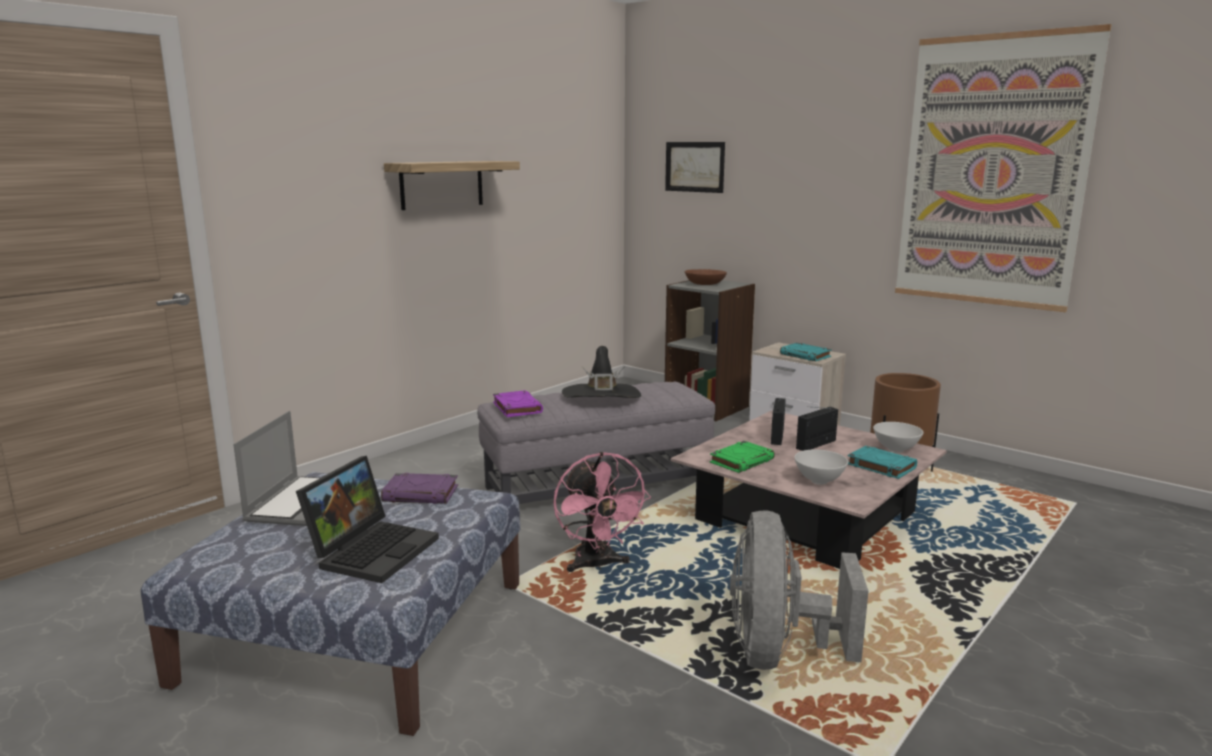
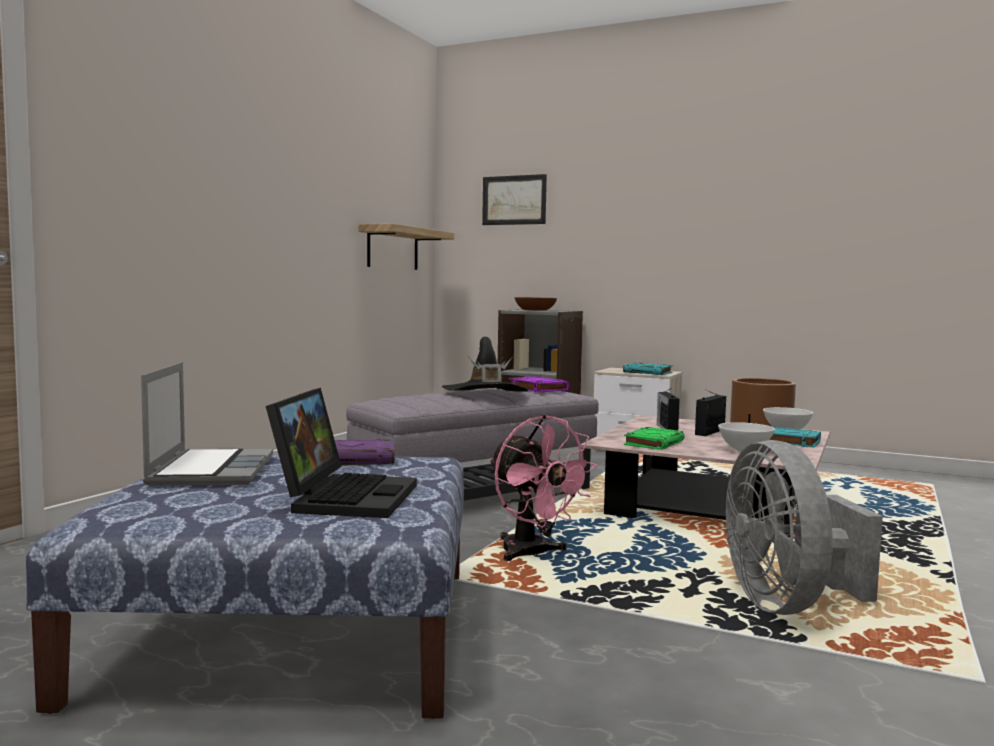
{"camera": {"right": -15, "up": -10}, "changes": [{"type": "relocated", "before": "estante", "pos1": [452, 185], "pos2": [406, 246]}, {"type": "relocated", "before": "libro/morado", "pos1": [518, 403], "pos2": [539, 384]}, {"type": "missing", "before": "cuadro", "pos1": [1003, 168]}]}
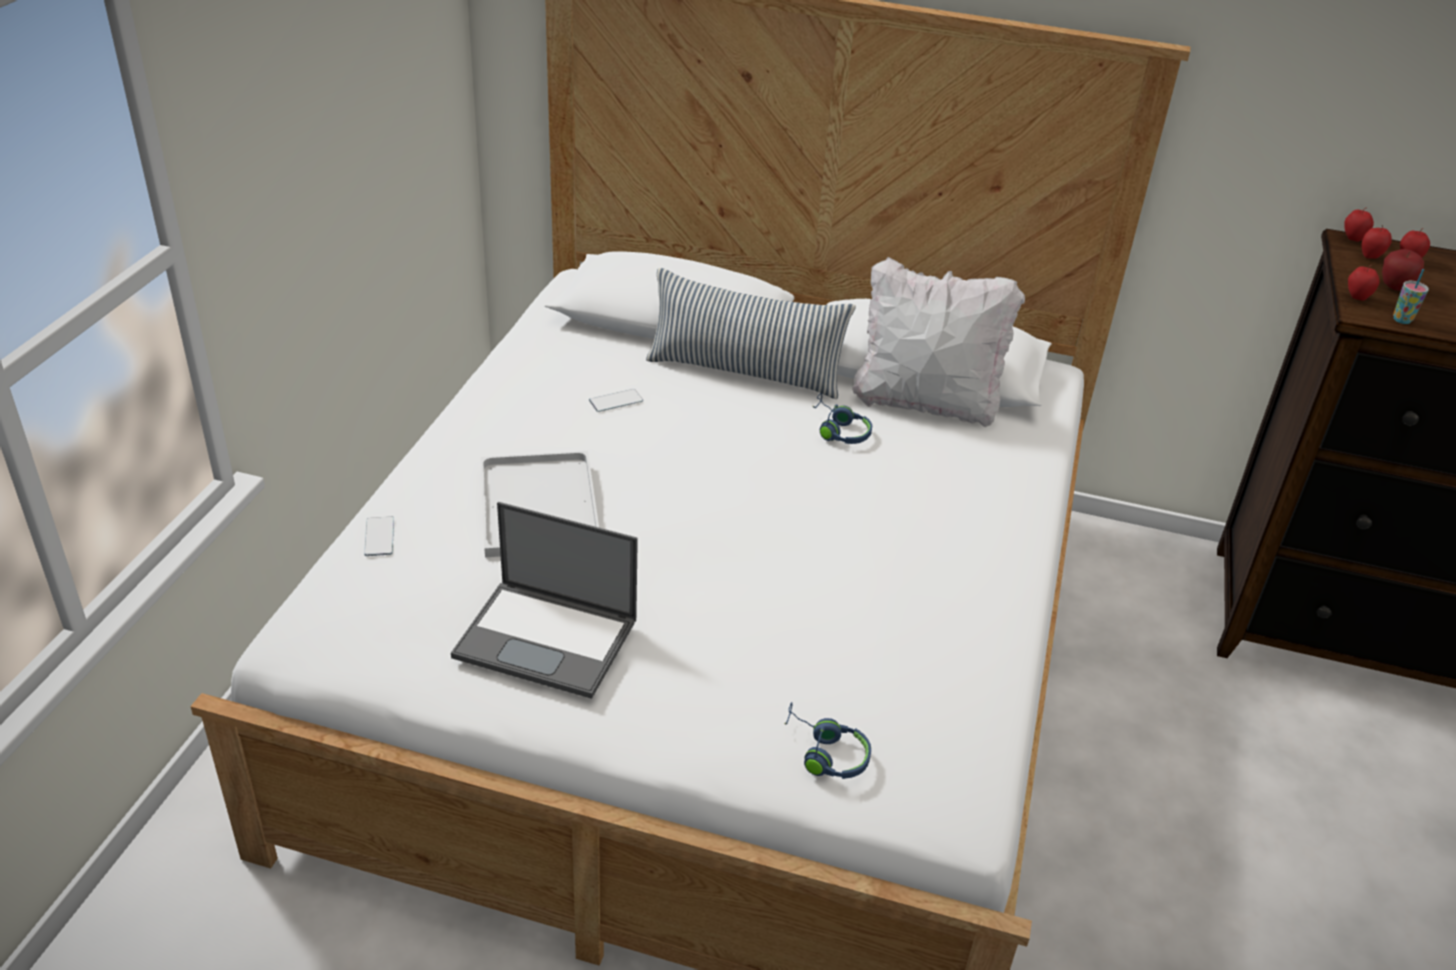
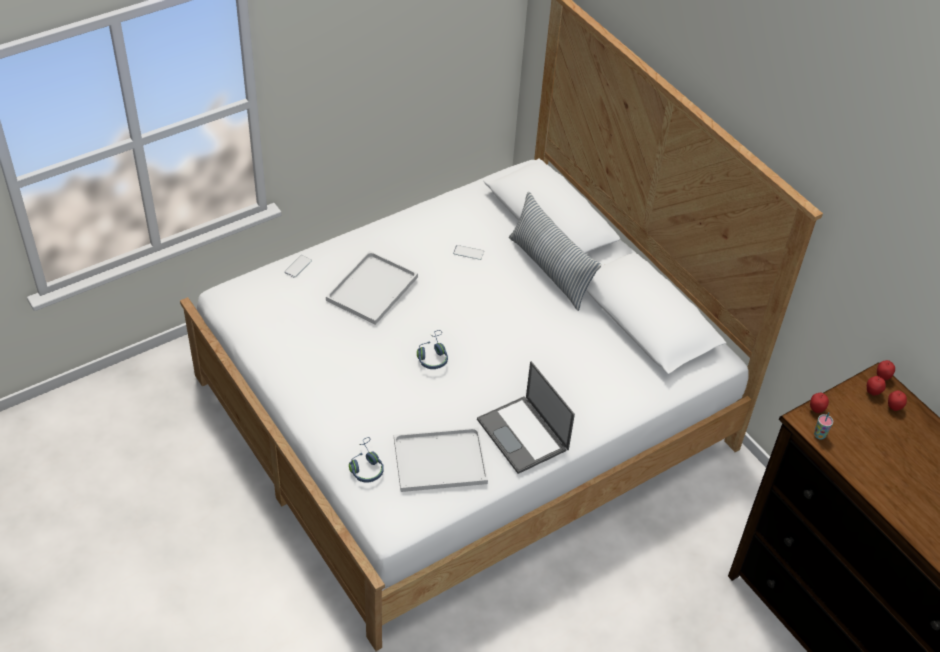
{"camera": {"right": 40, "up": 10}, "changes": [{"type": "relocated", "before": "portátil", "pos1": [544, 600], "pos2": [526, 417]}, {"type": "relocated", "before": "auriculares/azul", "pos1": [842, 418], "pos2": [432, 349]}, {"type": "missing", "before": "cojín/blanco", "pos1": [938, 342]}, {"type": "missing", "before": "manzana", "pos1": [1403, 270]}, {"type": "appeared", "after": "bandeja/blanco", "pos2": [441, 460]}]}
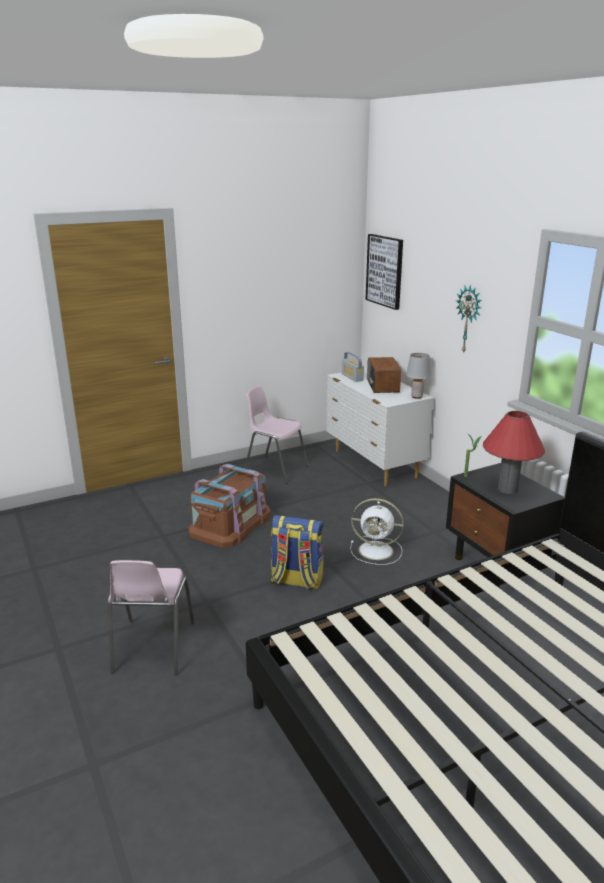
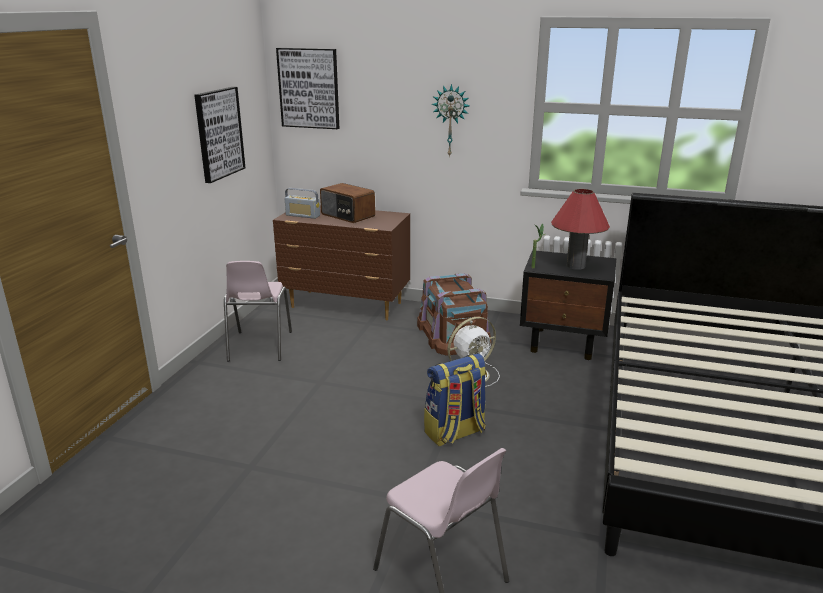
{"camera": {"right": -45, "up": 0}, "changes": [{"type": "relocated", "before": "caja de almacenaje/marrón", "pos1": [229, 506], "pos2": [454, 314]}, {"type": "spun", "before": "silla/rosa", "pos1": [276, 435], "pos2": [258, 311], "turn": -75}, {"type": "colour", "before": "cómoda/blanco", "after": "cómoda/marrón", "pos1": [380, 427], "pos2": [341, 263]}, {"type": "missing", "before": "lámpara de mesa/gris", "pos1": [418, 376]}, {"type": "appeared", "after": "cuadro", "pos2": [220, 135]}]}
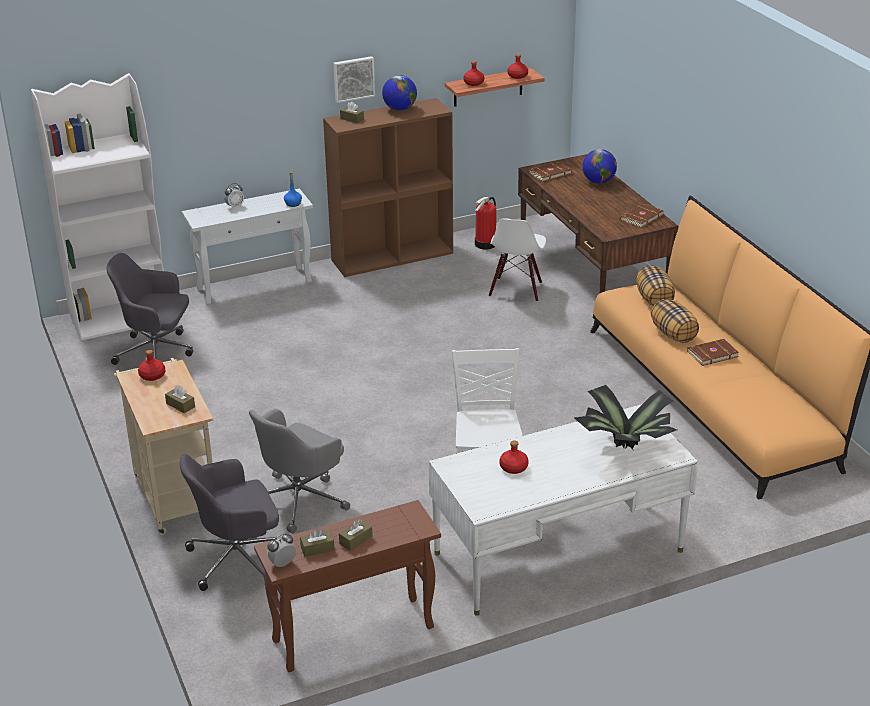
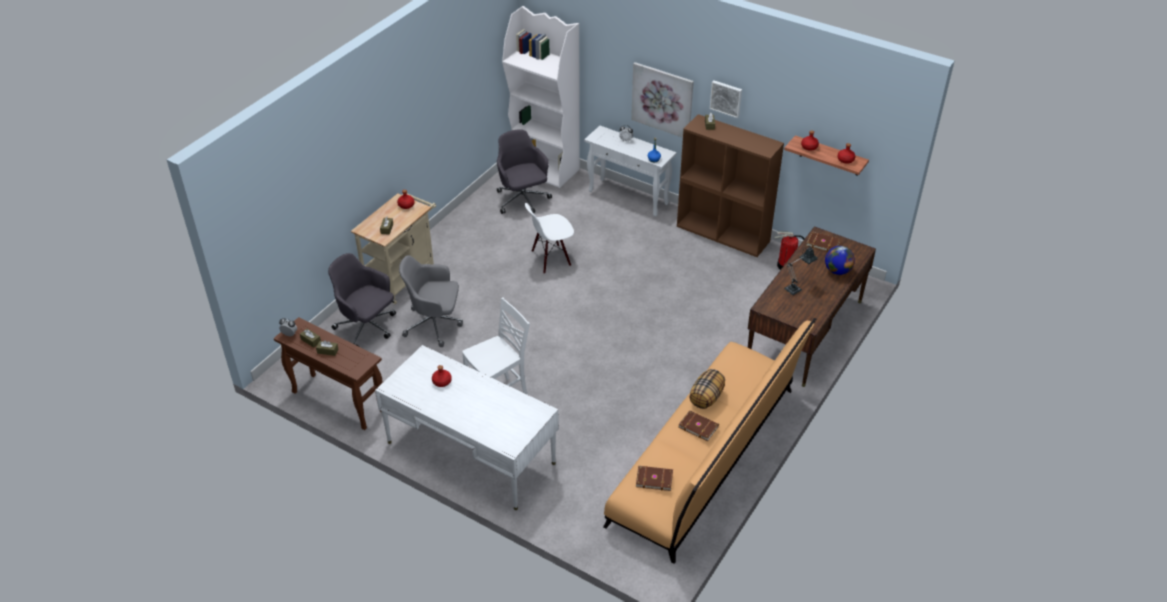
{"camera": {"right": 55, "up": 10}, "changes": [{"type": "missing", "before": "globo terráqueo", "pos1": [399, 93]}, {"type": "relocated", "before": "silla/blanco", "pos1": [517, 260], "pos2": [549, 238]}, {"type": "missing", "before": "planta en maceta", "pos1": [625, 417]}, {"type": "relocated", "before": "libro/marrón", "pos1": [642, 215], "pos2": [654, 478]}, {"type": "missing", "before": "cojín", "pos1": [655, 285]}, {"type": "appeared", "after": "cuadro", "pos2": [662, 100]}, {"type": "appeared", "after": "lámpara de mesa", "pos2": [801, 270]}]}
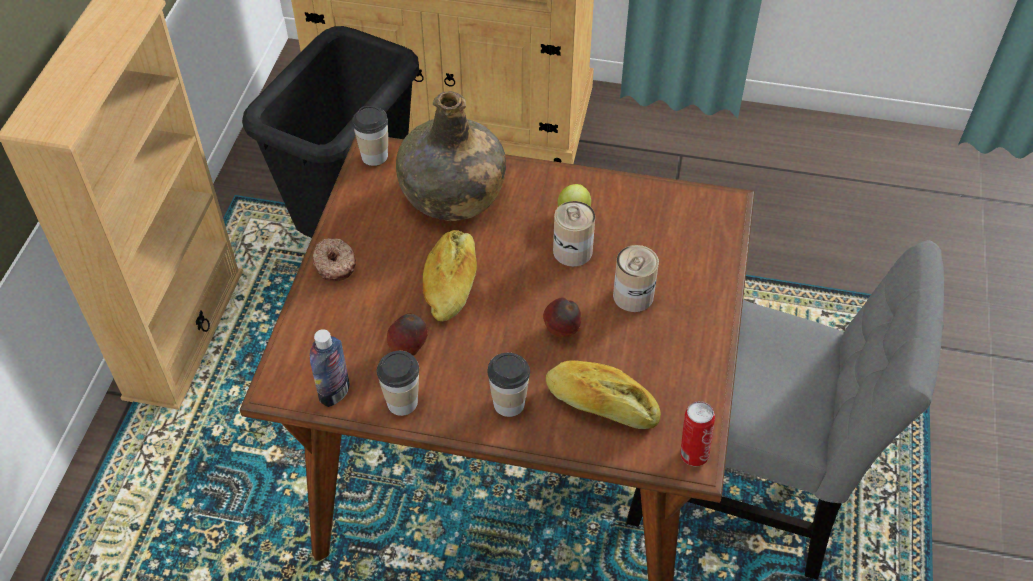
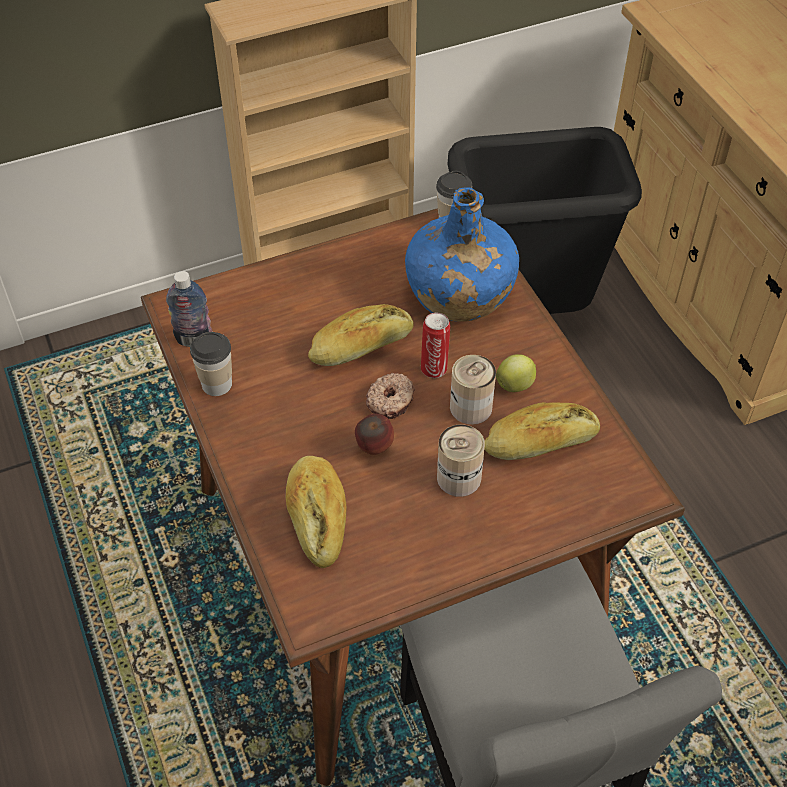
{"camera": {"right": 55, "up": 0}, "changes": [{"type": "relocated", "before": "rosquilla", "pos1": [334, 259], "pos2": [390, 396]}, {"type": "missing", "before": "manzana", "pos1": [407, 335]}, {"type": "colour", "before": "botella/verde", "after": "botella/azul", "pos1": [451, 156], "pos2": [462, 254]}, {"type": "missing", "before": "taza", "pos1": [508, 385]}, {"type": "relocated", "before": "lata", "pos1": [697, 433], "pos2": [435, 345]}, {"type": "appeared", "after": "pan", "pos2": [542, 431]}]}
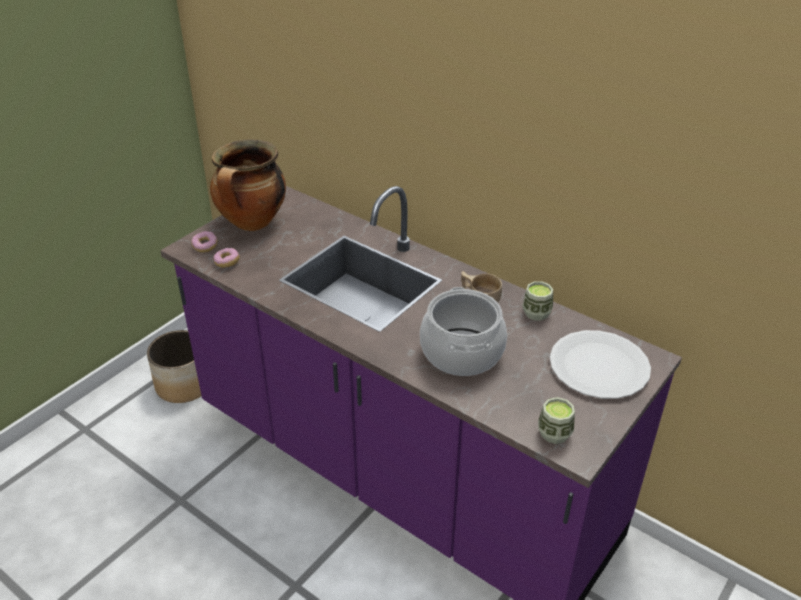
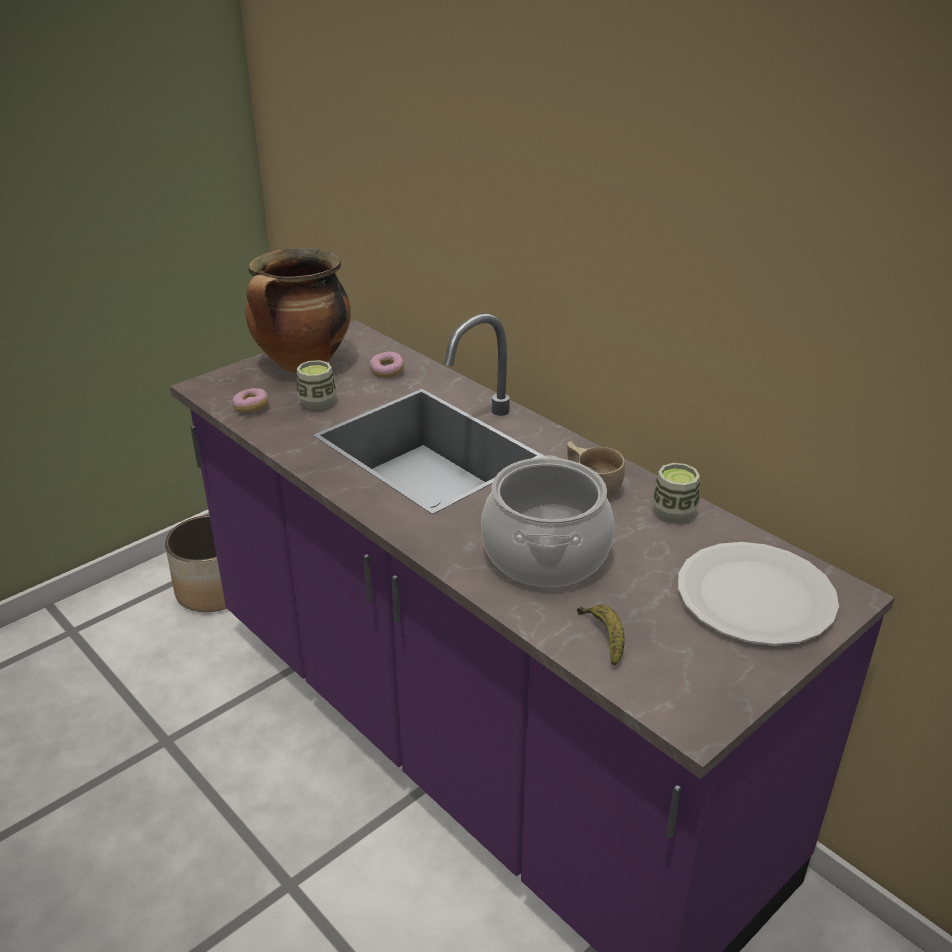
{"camera": {"right": 10, "up": -5}, "changes": [{"type": "relocated", "before": "rosquilla", "pos1": [204, 241], "pos2": [386, 365]}, {"type": "relocated", "before": "taza", "pos1": [556, 420], "pos2": [316, 385]}, {"type": "appeared", "after": "plátano", "pos2": [601, 635]}]}
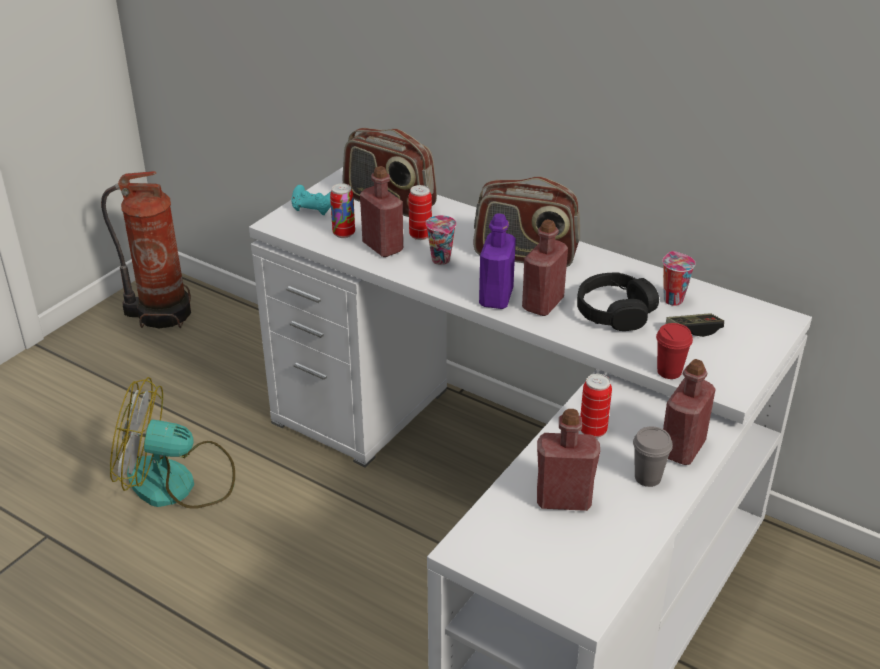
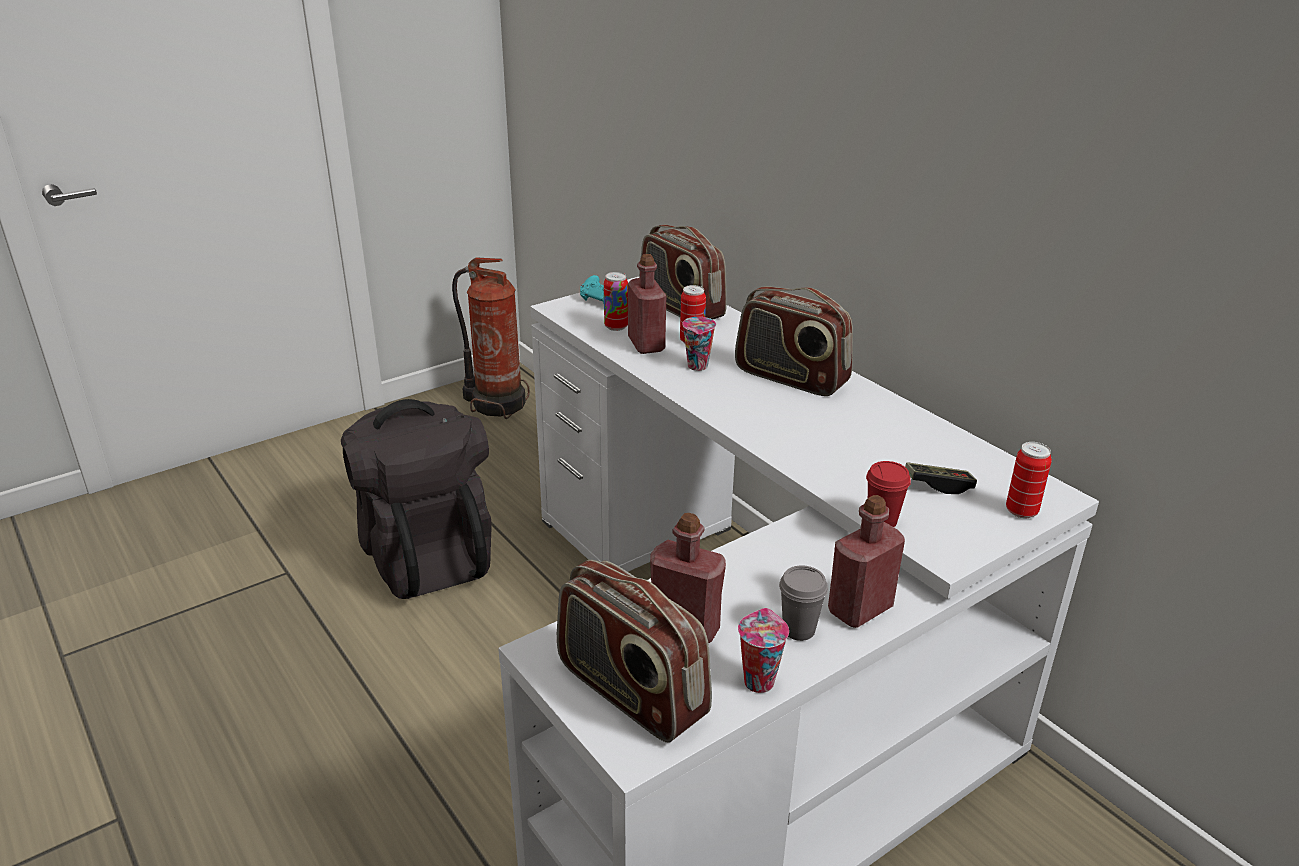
{"camera": {"right": 20, "up": -5}, "changes": [{"type": "exchanged", "before": "ventilador", "after": "mochila/negro", "pos1": [172, 443], "pos2": [416, 499]}, {"type": "missing", "before": "botella/morado", "pos1": [497, 261]}, {"type": "missing", "before": "botella/rojo", "pos1": [545, 267]}, {"type": "missing", "before": "auriculares/negro", "pos1": [618, 301]}, {"type": "relocated", "before": "lata", "pos1": [596, 406], "pos2": [1029, 480]}, {"type": "relocated", "before": "taza", "pos1": [679, 278], "pos2": [763, 650]}, {"type": "appeared", "after": "radio", "pos2": [634, 651]}]}
